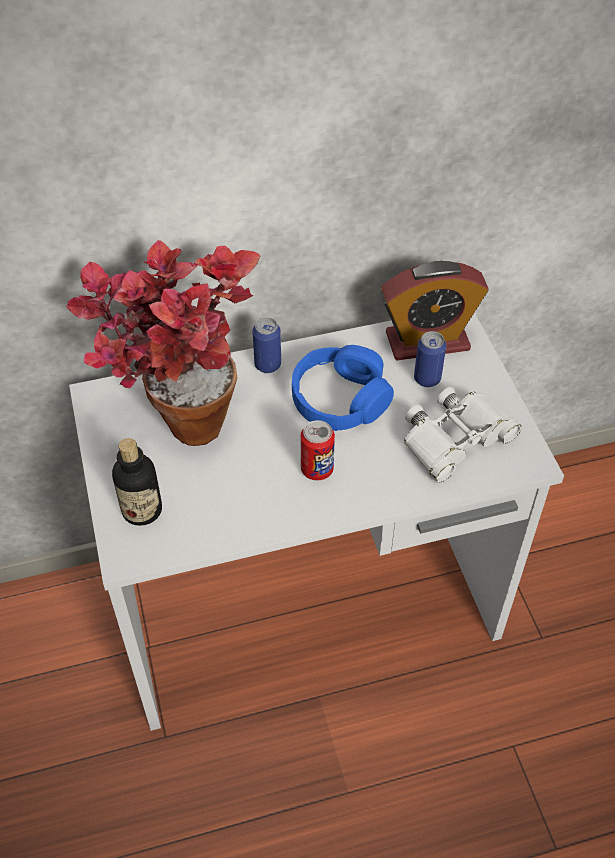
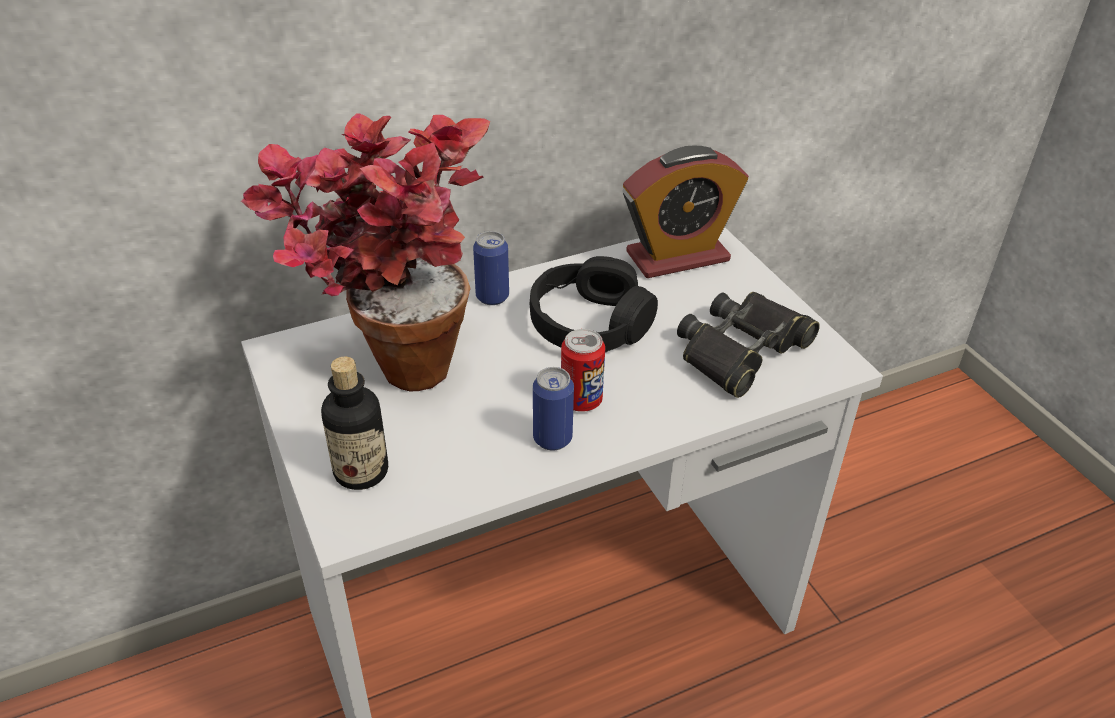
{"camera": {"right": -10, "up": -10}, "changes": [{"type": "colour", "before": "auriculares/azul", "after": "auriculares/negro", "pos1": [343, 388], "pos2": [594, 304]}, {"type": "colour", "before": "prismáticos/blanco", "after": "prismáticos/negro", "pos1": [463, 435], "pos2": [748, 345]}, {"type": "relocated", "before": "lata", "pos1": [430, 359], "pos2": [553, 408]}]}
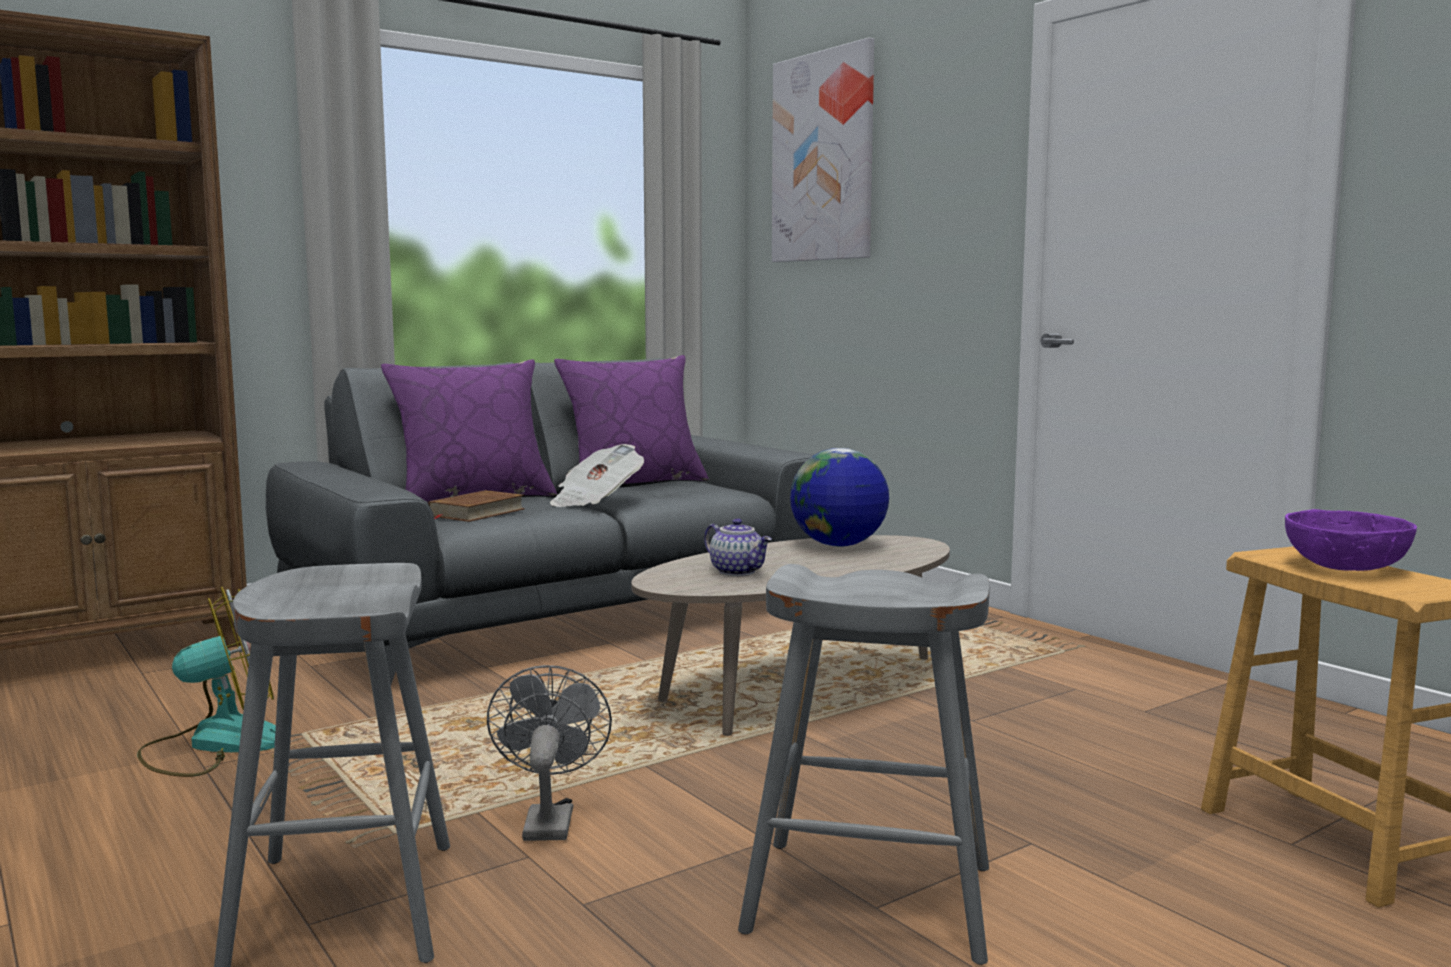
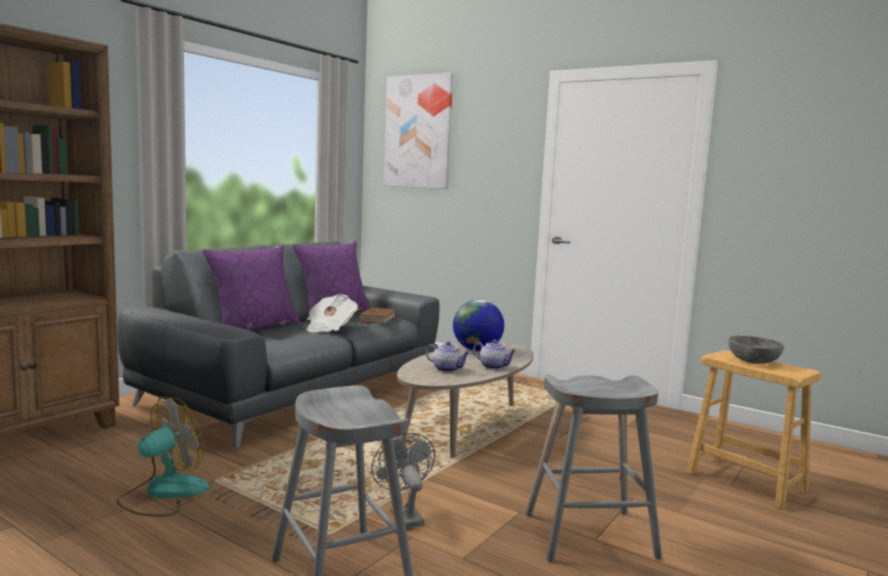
{"camera": {"right": -20, "up": 0}, "changes": [{"type": "relocated", "before": "libro/marrón", "pos1": [476, 506], "pos2": [377, 315]}, {"type": "colour", "before": "cuenco/morado", "after": "cuenco/gris", "pos1": [1351, 540], "pos2": [756, 349]}, {"type": "appeared", "after": "tetera", "pos2": [495, 355]}]}
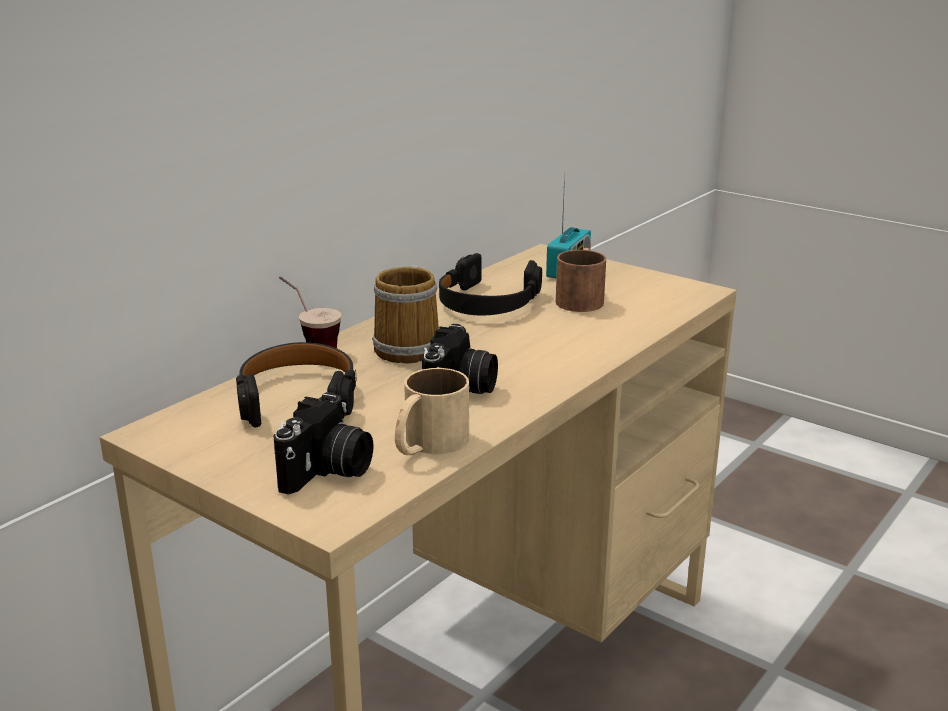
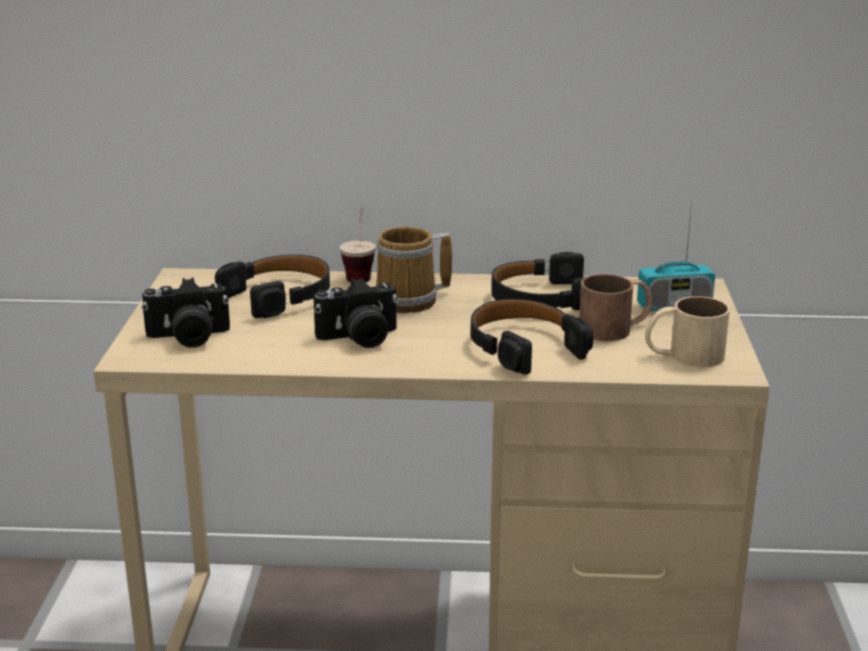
{"camera": {"right": 55, "up": 0}, "changes": [{"type": "relocated", "before": "taza grande/beis", "pos1": [432, 411], "pos2": [687, 331]}, {"type": "appeared", "after": "auriculares/negro", "pos2": [532, 337]}]}
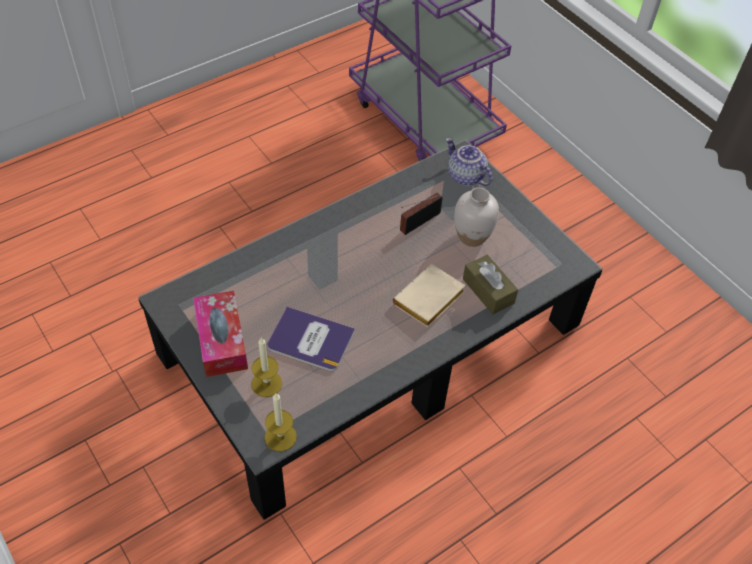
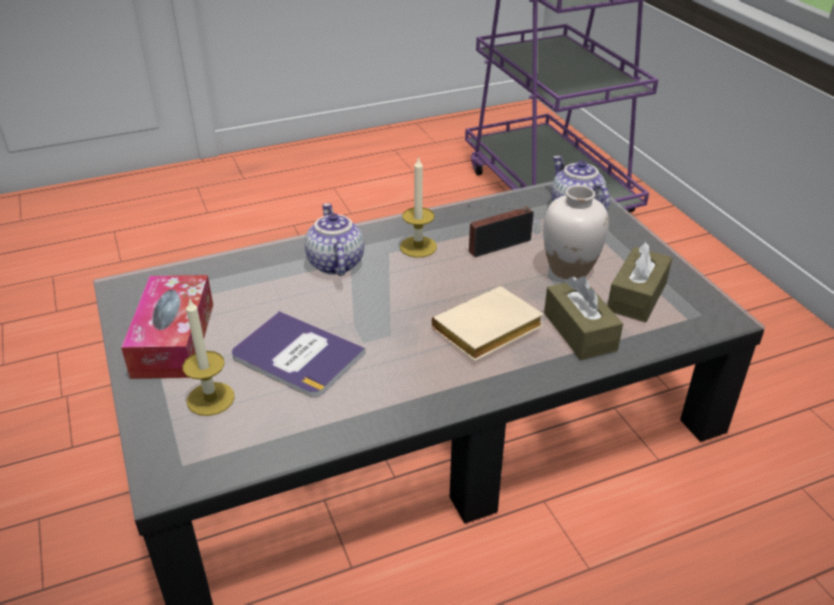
{"camera": {"right": 15, "up": -15}, "changes": [{"type": "relocated", "before": "vela", "pos1": [280, 422], "pos2": [418, 207]}, {"type": "appeared", "after": "tetera", "pos2": [334, 239]}, {"type": "appeared", "after": "caja de pañuelos/marrón", "pos2": [639, 281]}]}
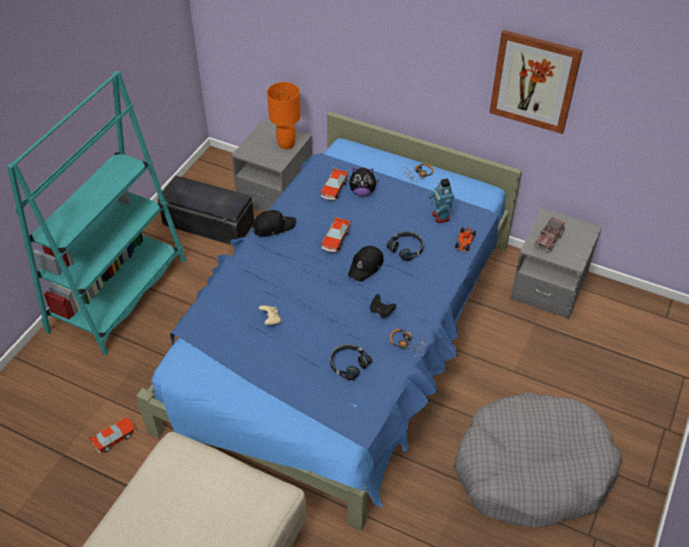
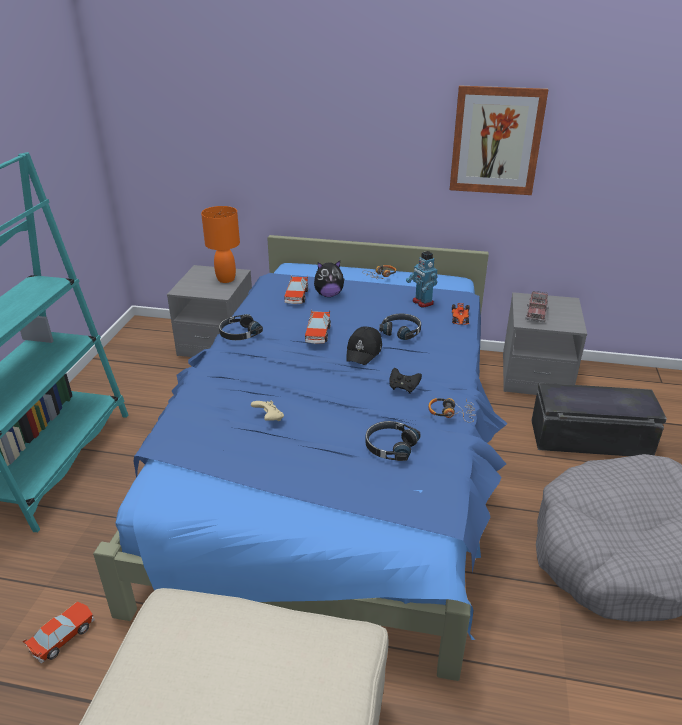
{"camera": {"right": -15, "up": -15}, "changes": [{"type": "relocated", "before": "caja de almacenaje/negro", "pos1": [205, 210], "pos2": [599, 419]}, {"type": "exchanged", "before": "gorra/negro", "after": "auriculares/negro", "pos1": [274, 223], "pos2": [241, 327]}]}
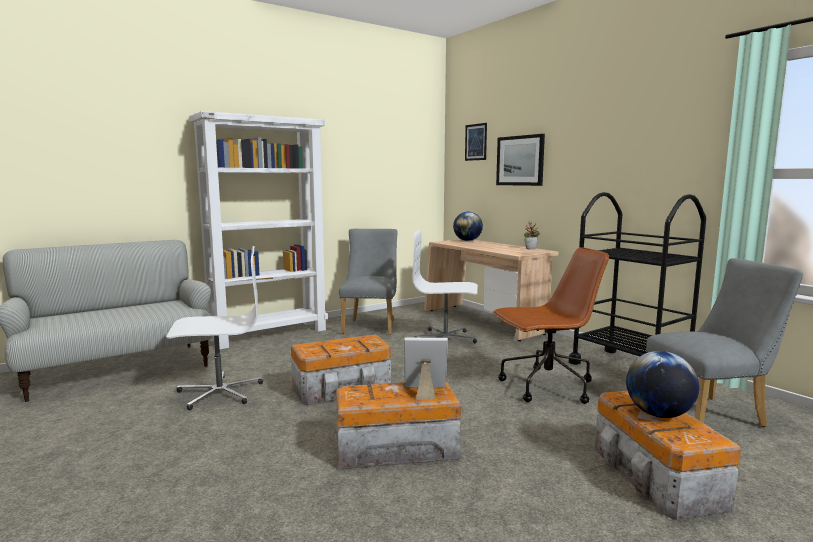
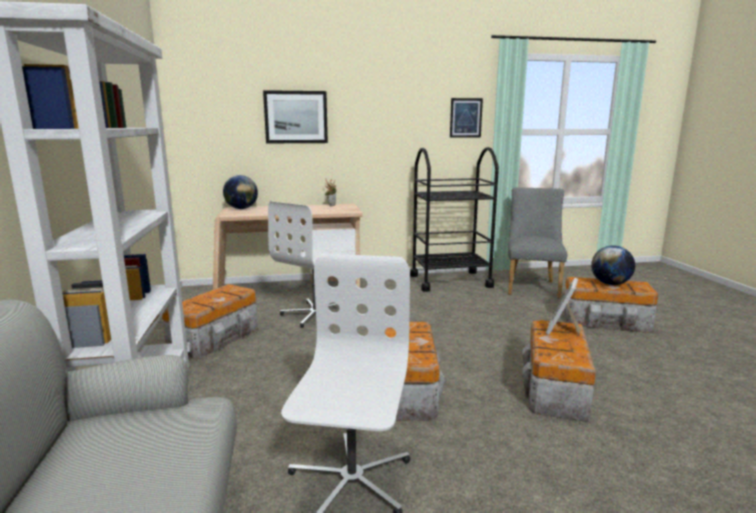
{"camera": {"right": -65, "up": 5}, "changes": [{"type": "exchanged", "before": "silla/gris", "after": "caja de almacenaje", "pos1": [368, 282], "pos2": [210, 321]}, {"type": "relocated", "before": "cuadro", "pos1": [476, 142], "pos2": [466, 118]}, {"type": "missing", "before": "silla de oficina/marrón", "pos1": [550, 325]}]}
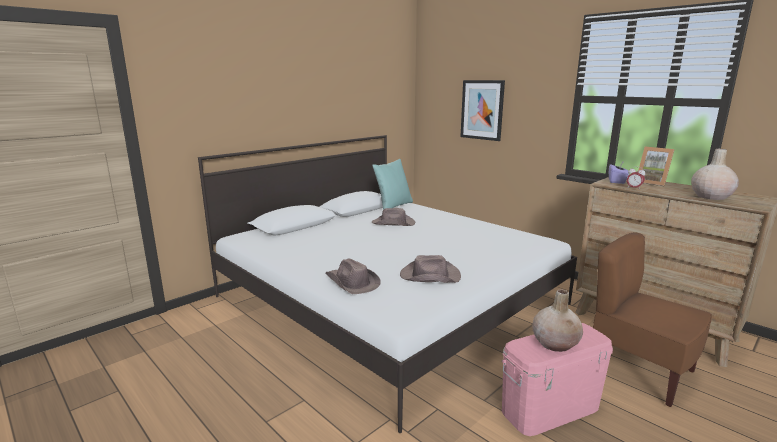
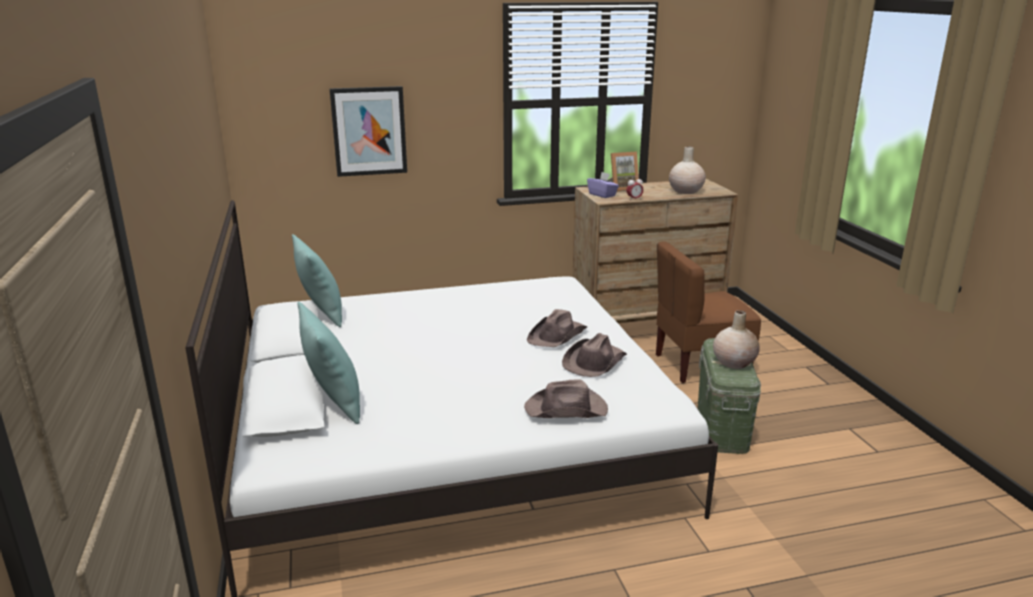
{"camera": {"right": -60, "up": 5}, "changes": [{"type": "relocated", "before": "sombrero/marrón", "pos1": [394, 217], "pos2": [557, 328]}, {"type": "colour", "before": "caja de almacenaje/rosa", "after": "caja de almacenaje/verde", "pos1": [557, 379], "pos2": [729, 396]}, {"type": "appeared", "after": "cojín/turquesa", "pos2": [328, 363]}]}
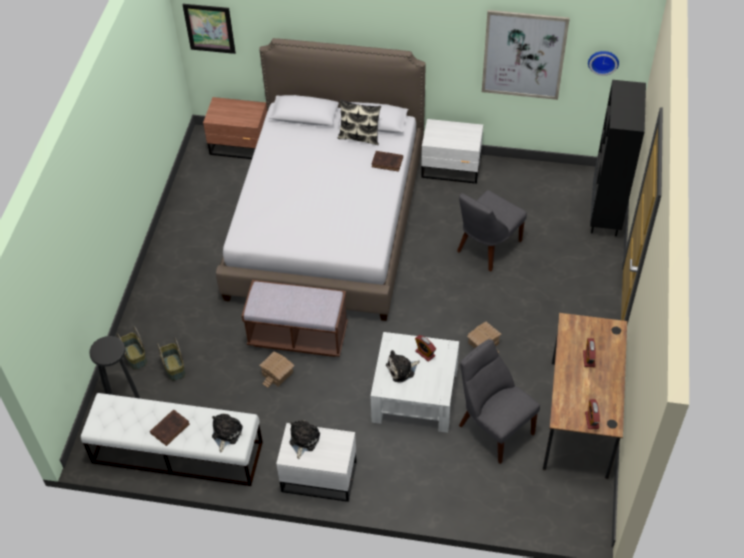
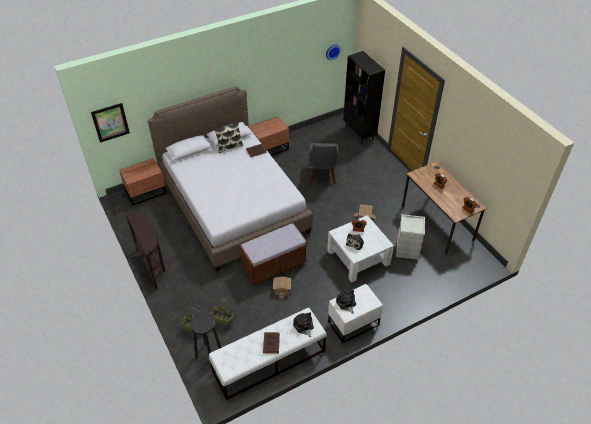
{"camera": {"right": -40, "up": -5}, "changes": [{"type": "colour", "before": "mesita de noche/blanco", "after": "mesita de noche/marrón", "pos1": [452, 151], "pos2": [269, 136]}, {"type": "exchanged", "before": "silla/gris", "after": "caja de almacenaje/gris", "pos1": [499, 401], "pos2": [410, 237]}, {"type": "missing", "before": "cuadro", "pos1": [526, 55]}, {"type": "appeared", "after": "mesa consola/marrón", "pos2": [145, 250]}]}
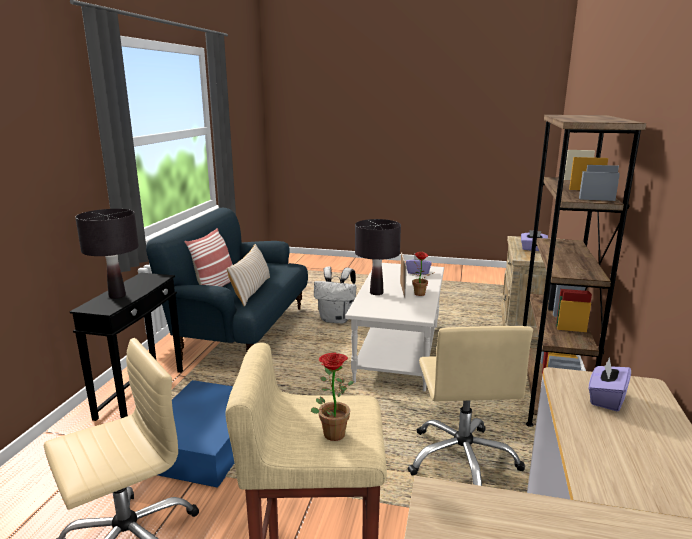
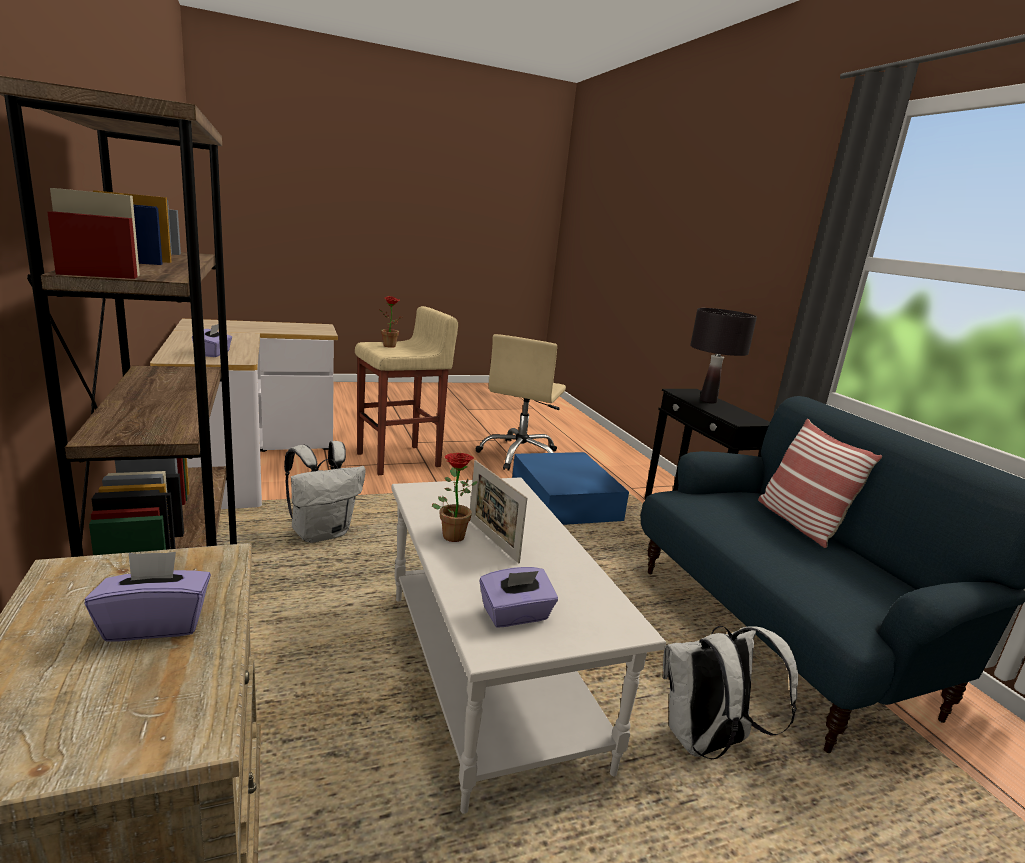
{"camera": {"right": 145, "up": 0}, "changes": [{"type": "missing", "before": "cojín/beis", "pos1": [248, 275]}, {"type": "missing", "before": "lámpara de mesa/negro", "pos1": [378, 257]}, {"type": "exchanged", "before": "silla de oficina/beis", "after": "mochila/blanco", "pos1": [470, 406], "pos2": [325, 492]}]}
